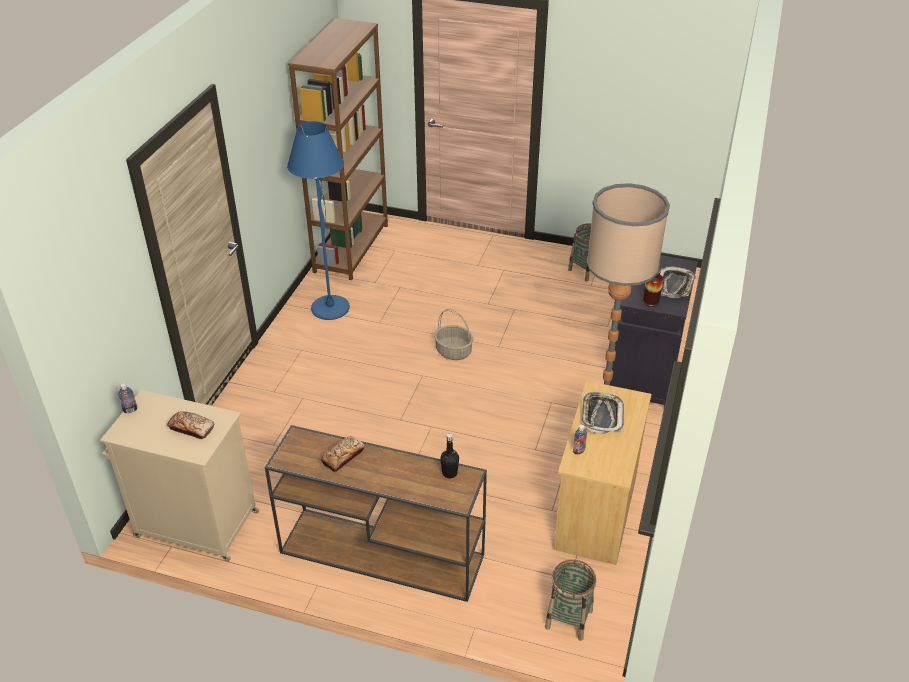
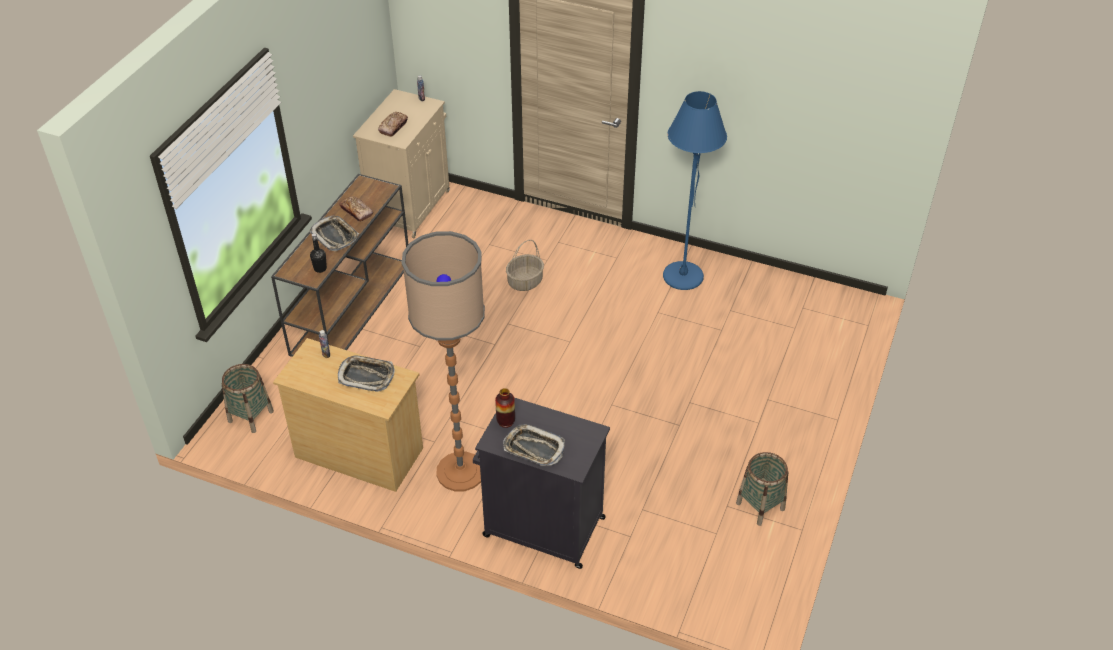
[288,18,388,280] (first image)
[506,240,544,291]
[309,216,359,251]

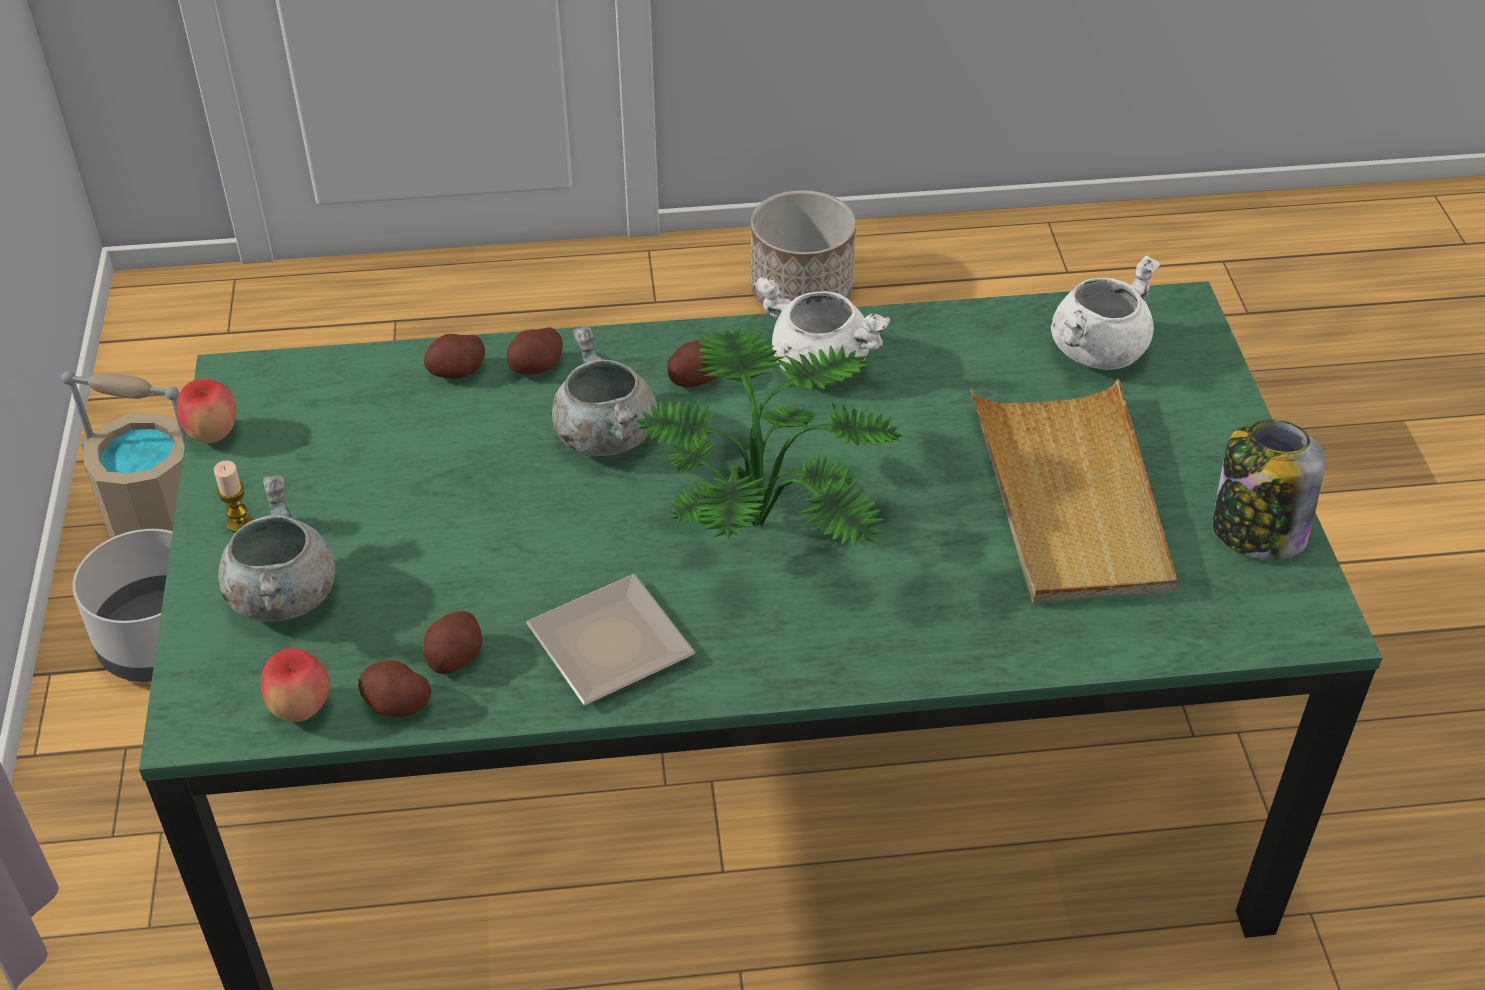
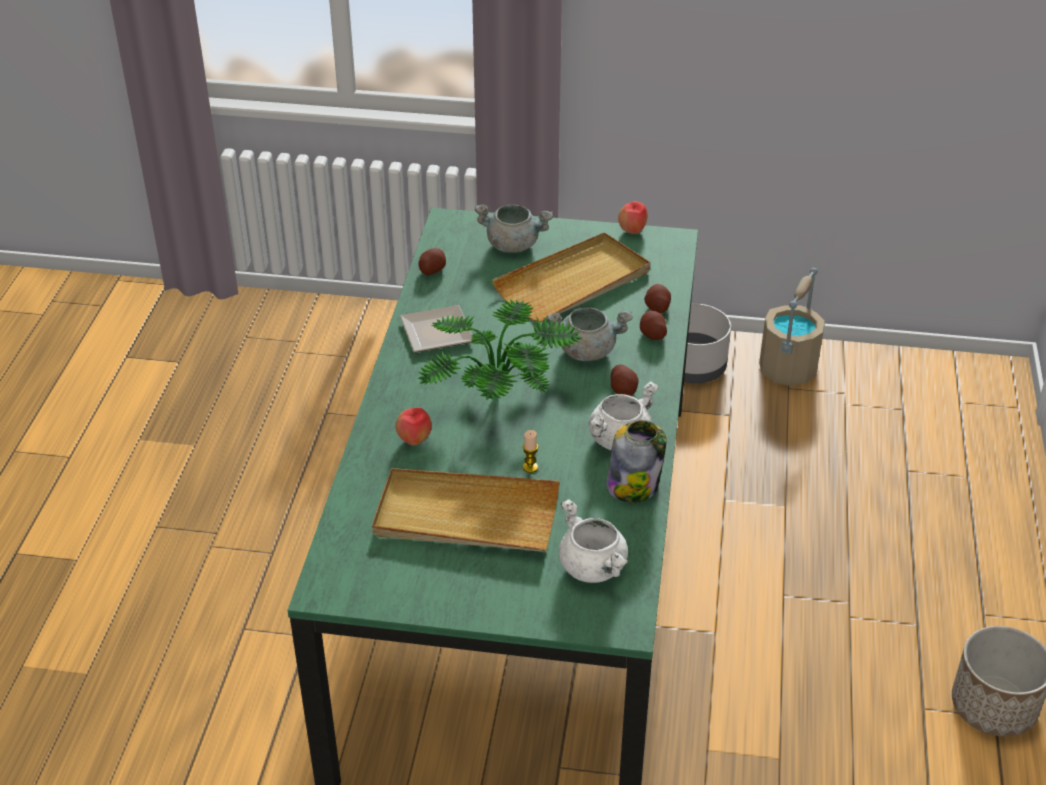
[523,430,538,473]
[395,408,432,446]
[423,611,482,674] (first image)
[606,420,667,503]
[492,232,650,322]

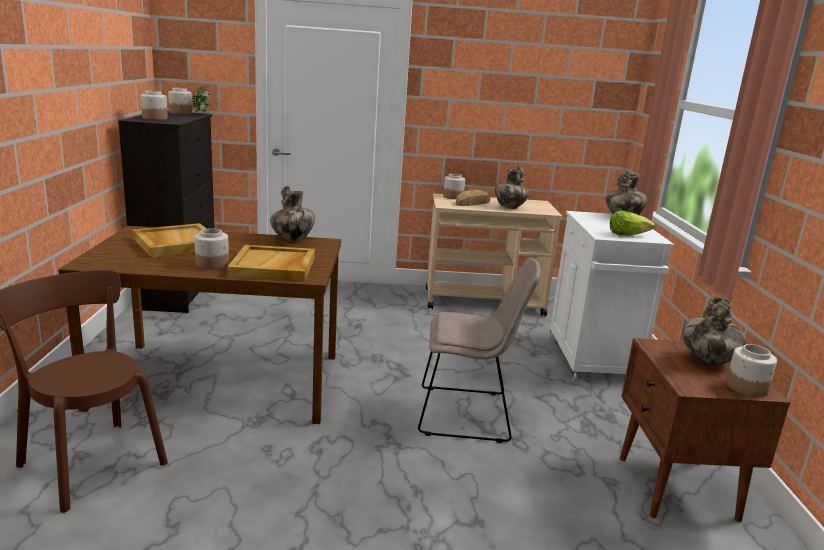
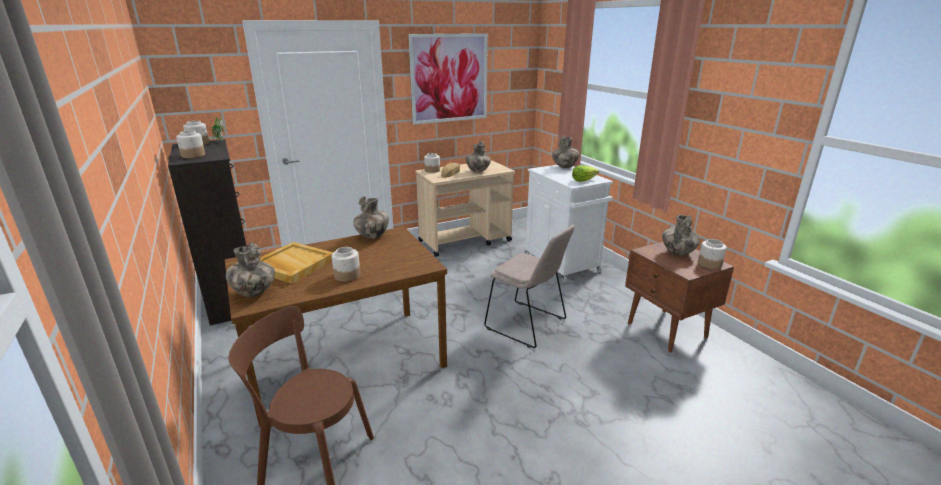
[227,245,315,282] (first image)
[484,224,575,348]
[226,242,275,297]
[408,33,488,125]

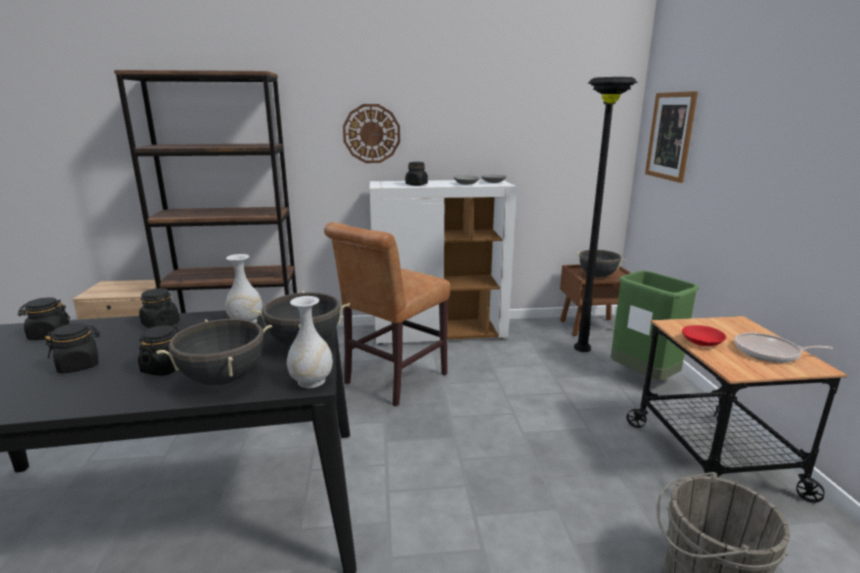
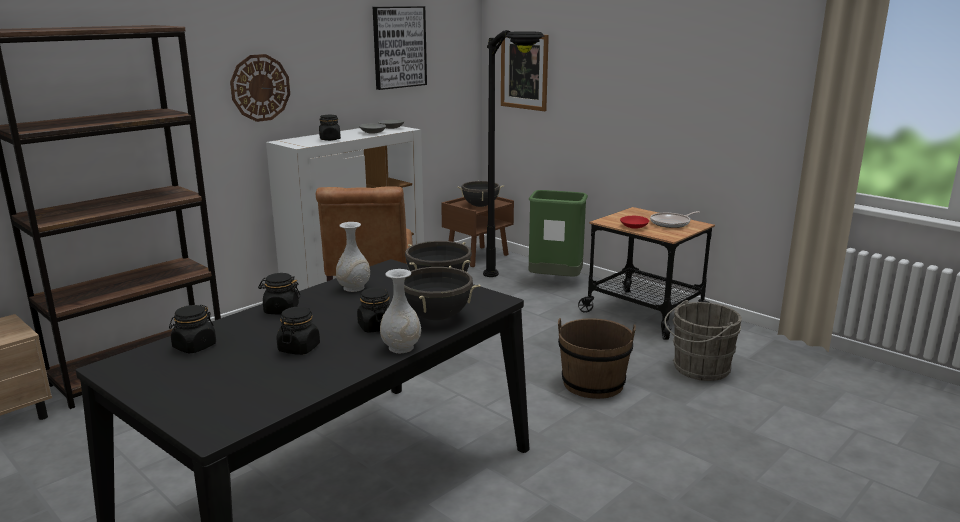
[380,269,421,353]
[373,6,427,90]
[558,318,636,399]

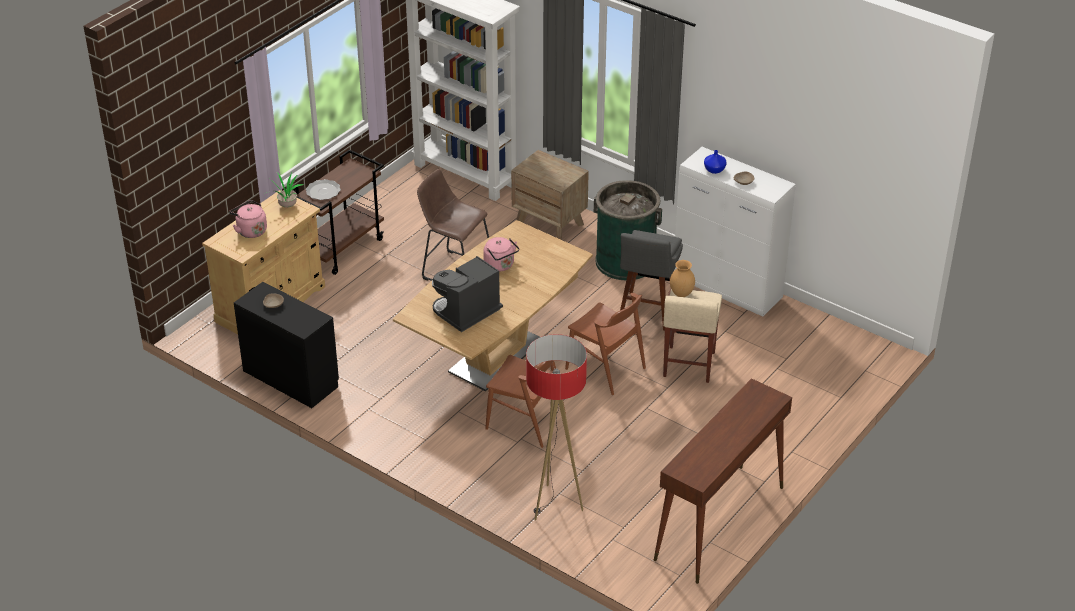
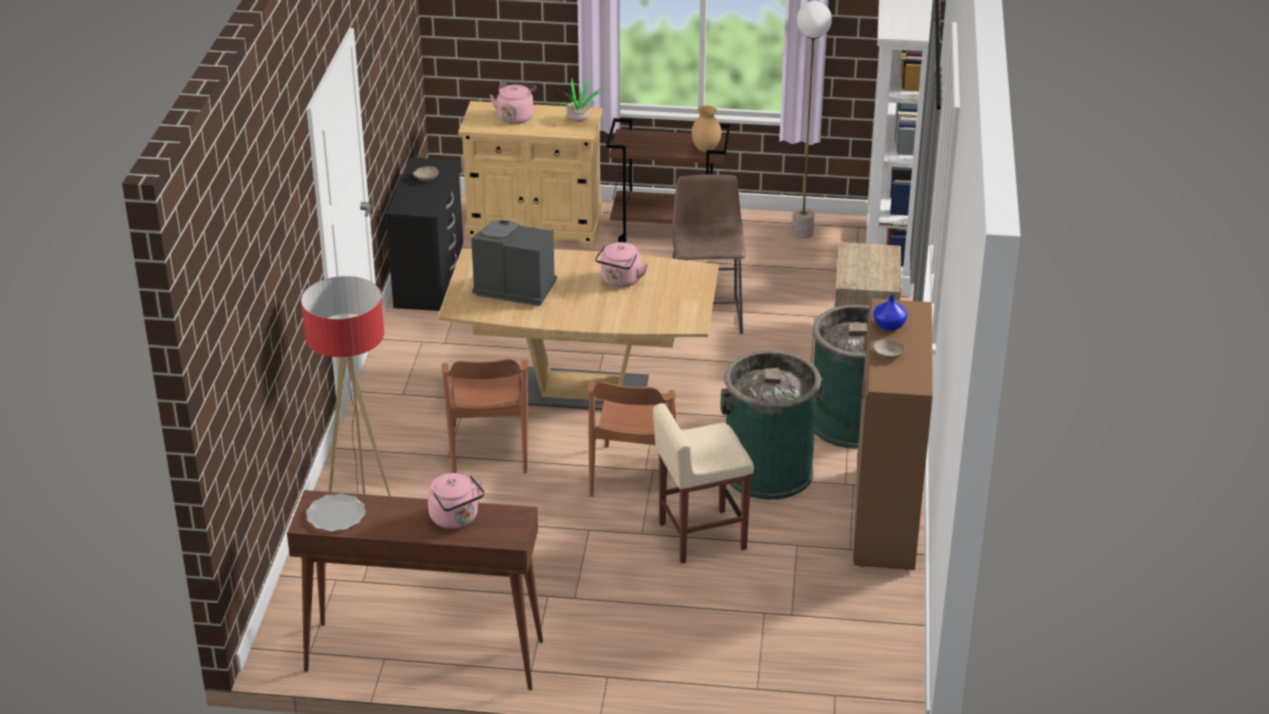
[306,493,366,532]
[720,350,823,500]
[692,106,721,152]
[853,299,933,570]
[428,473,485,529]
[792,1,832,239]

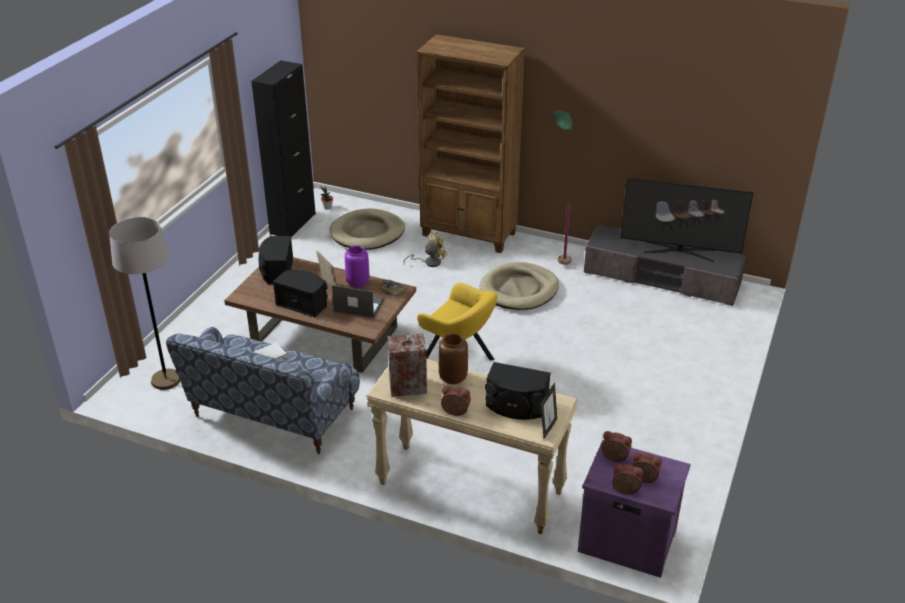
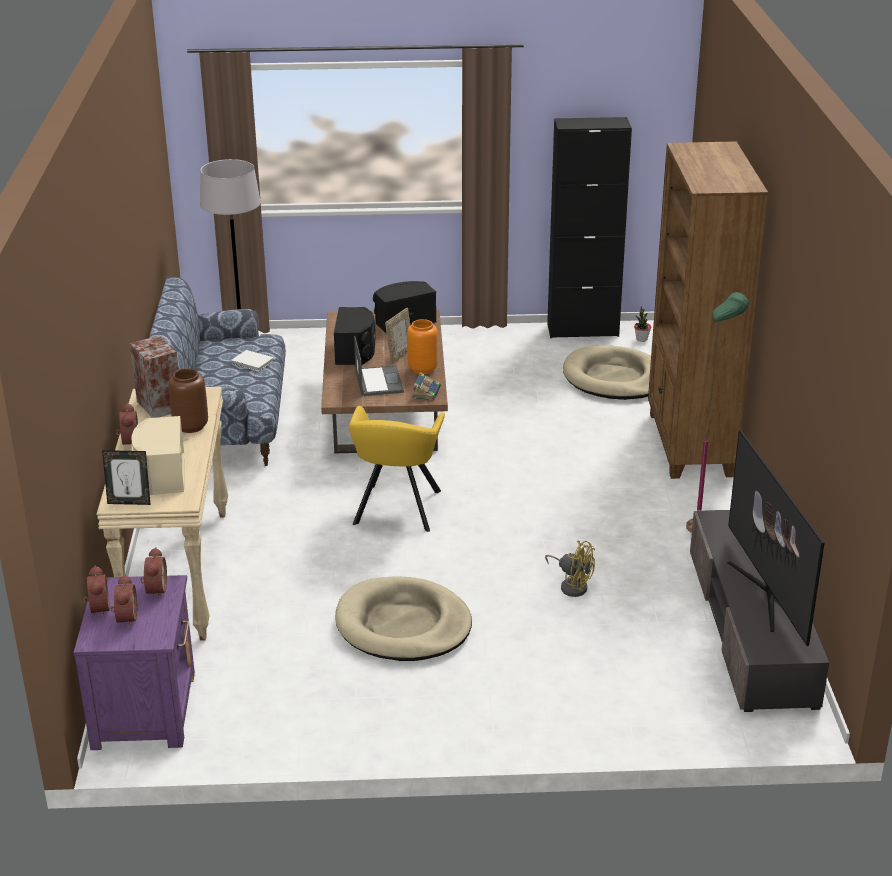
[407,319,438,374]
[545,541,595,597]
[335,576,472,661]
[131,416,184,495]

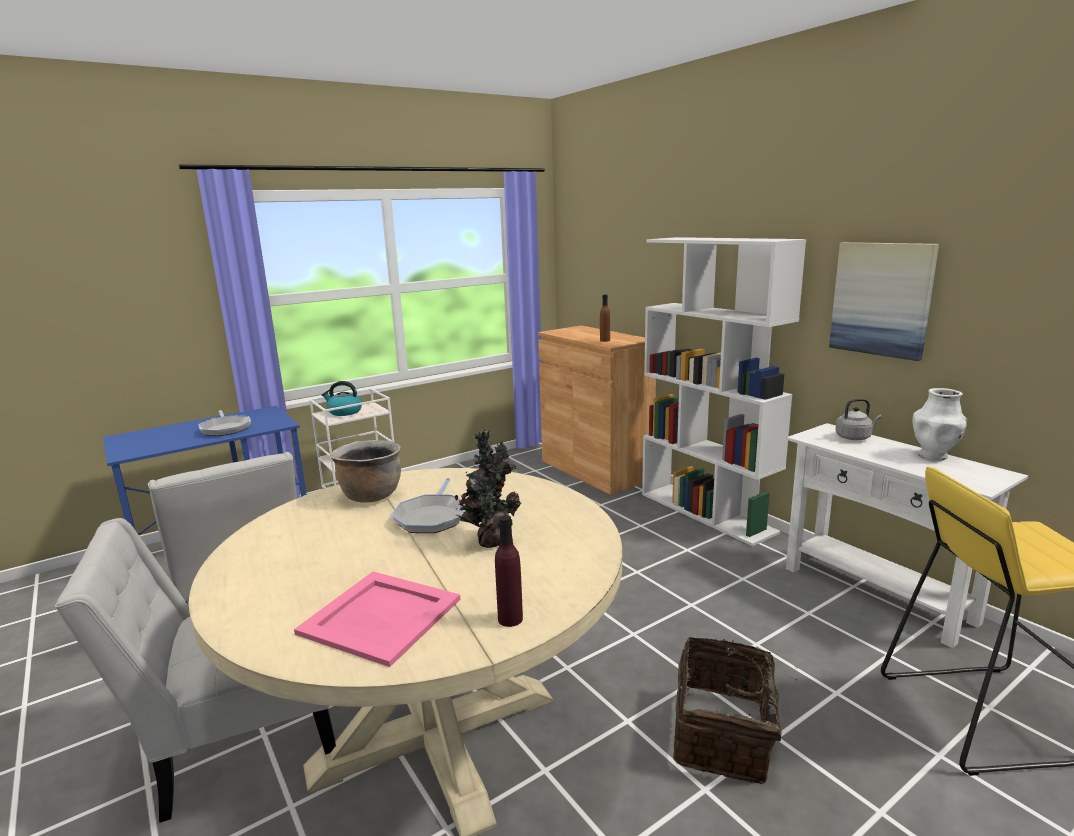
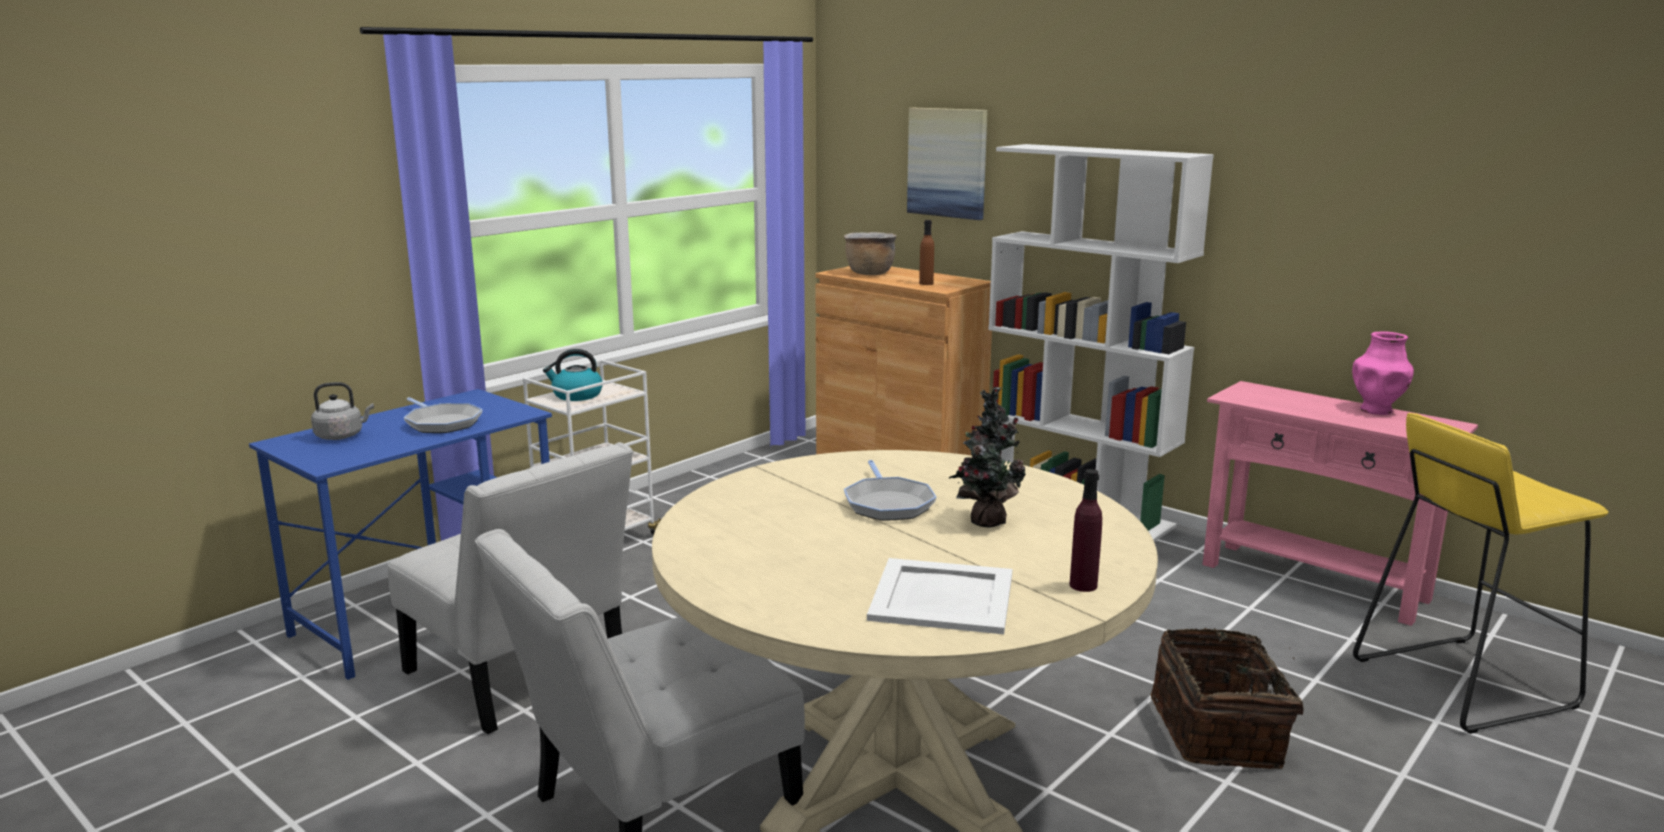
[867,558,1012,634]
[844,232,897,275]
[1203,381,1478,626]
[907,108,988,220]
[311,382,374,440]
[1352,332,1414,415]

